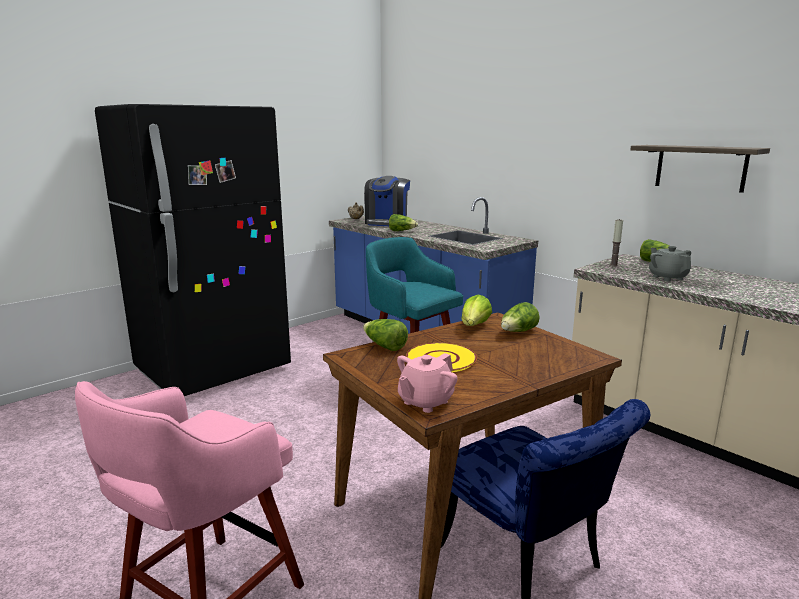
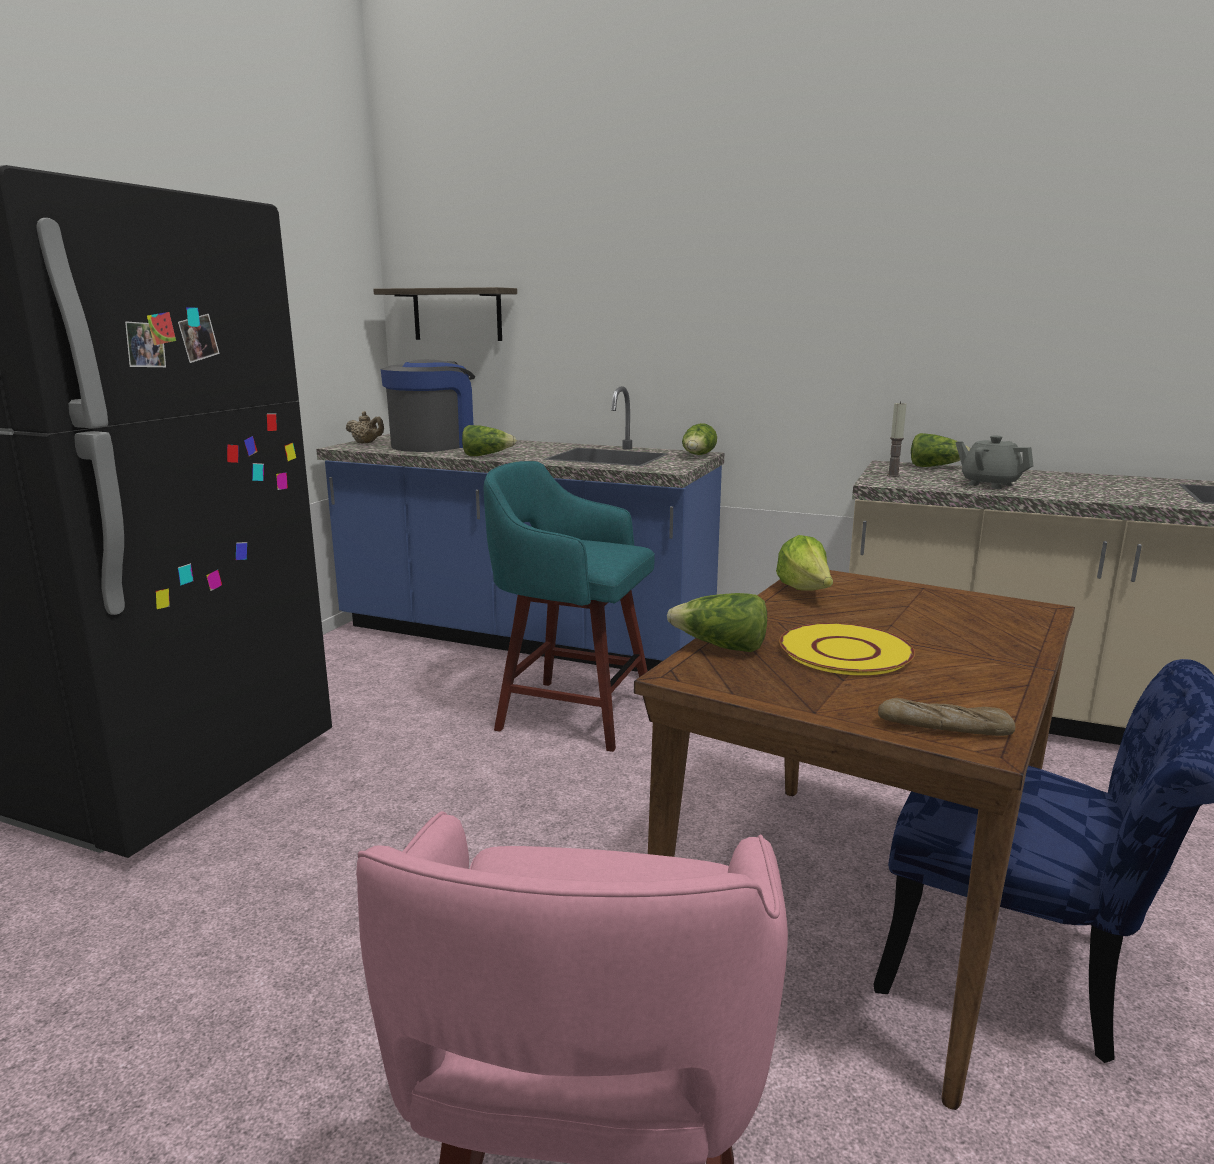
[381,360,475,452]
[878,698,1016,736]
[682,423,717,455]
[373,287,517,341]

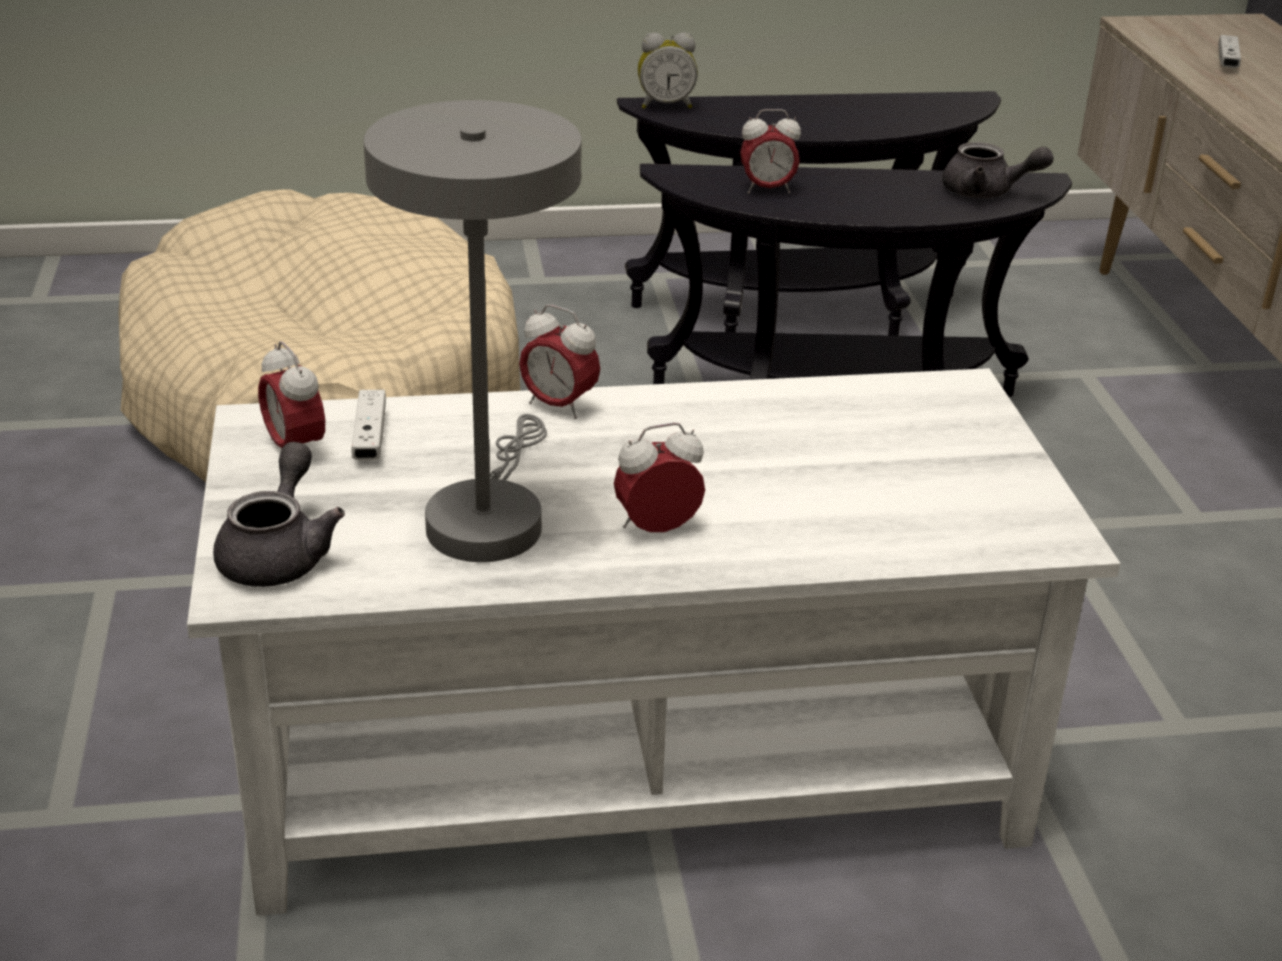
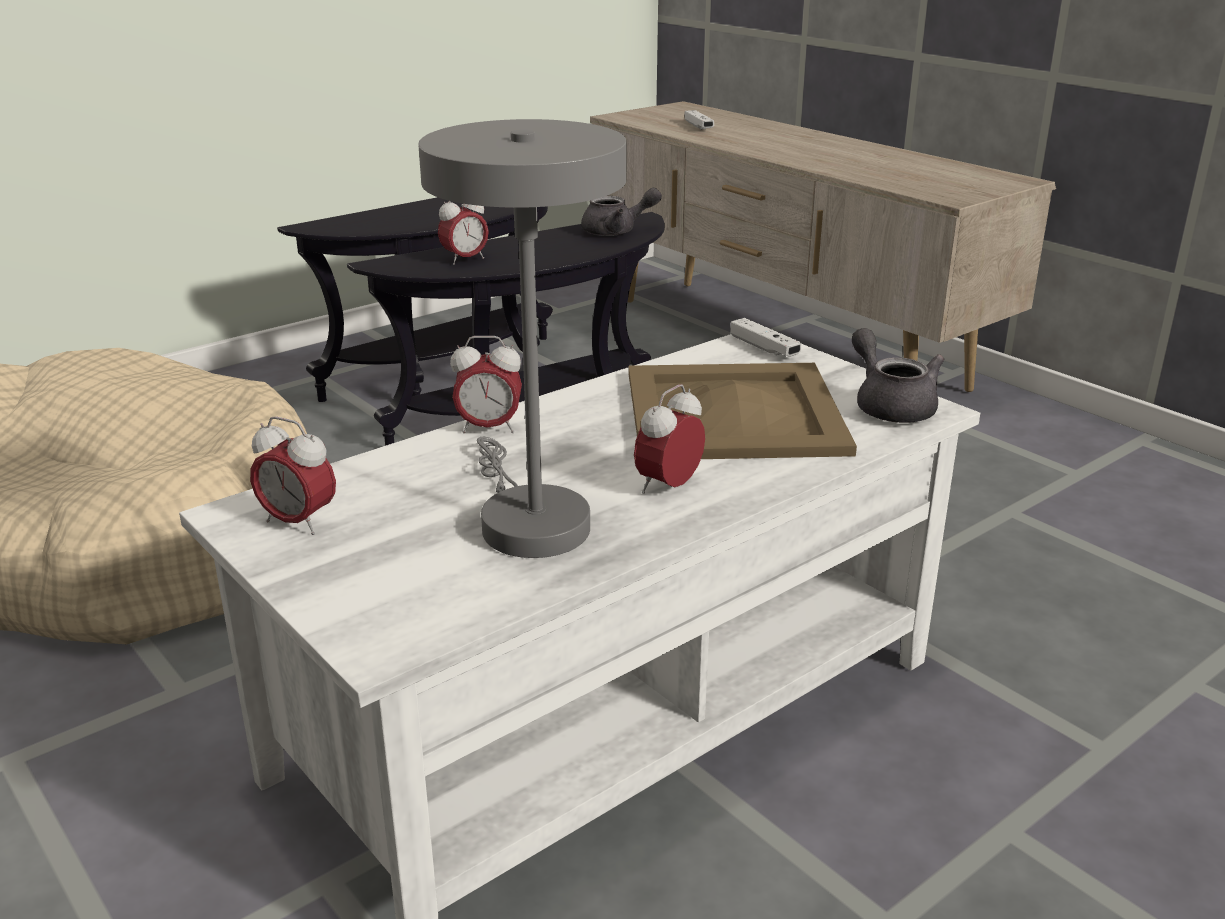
[852,328,944,423]
[730,318,801,357]
[638,33,698,109] (first image)
[629,363,857,459]

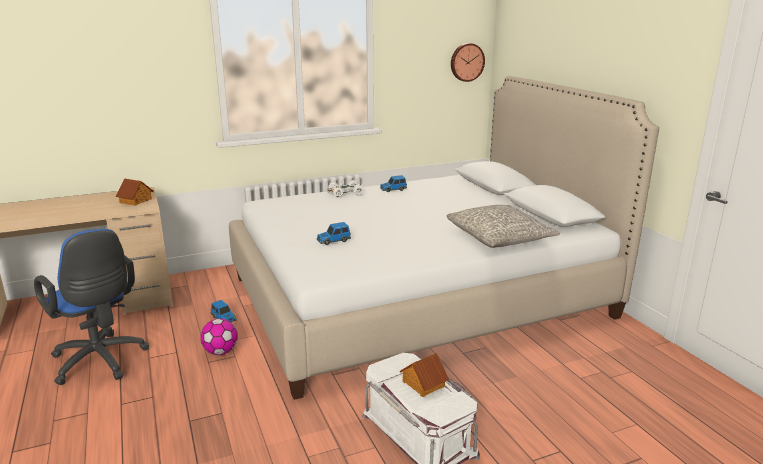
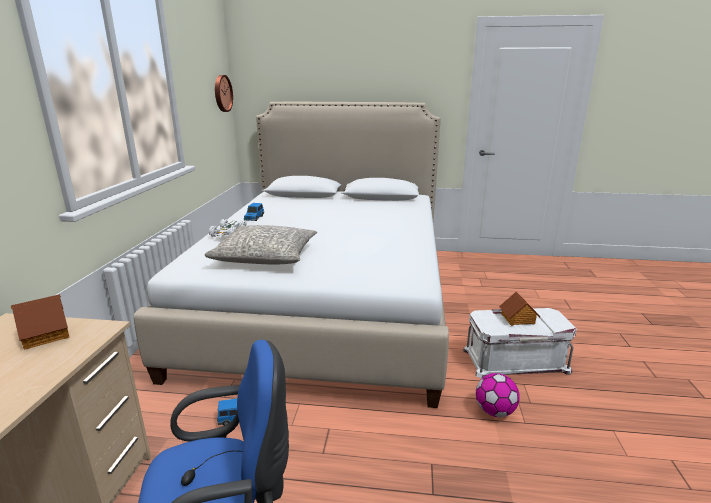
[476,373,520,417]
[317,222,351,245] (first image)
[204,225,317,265]

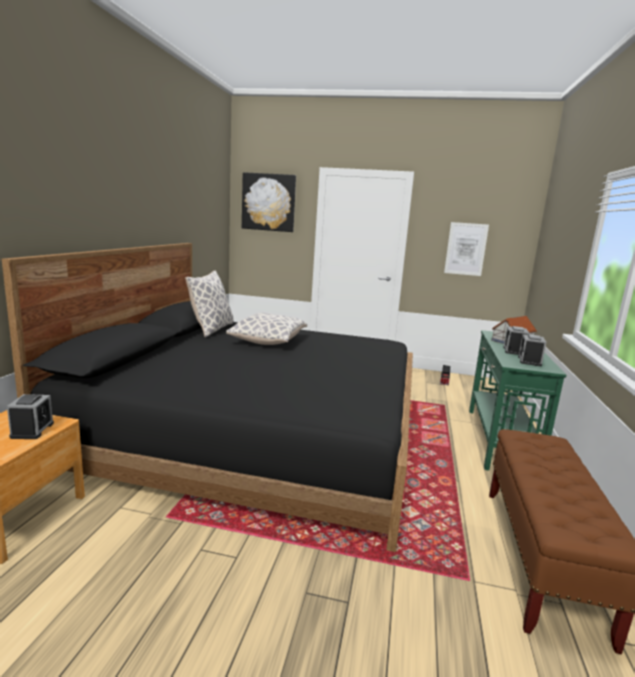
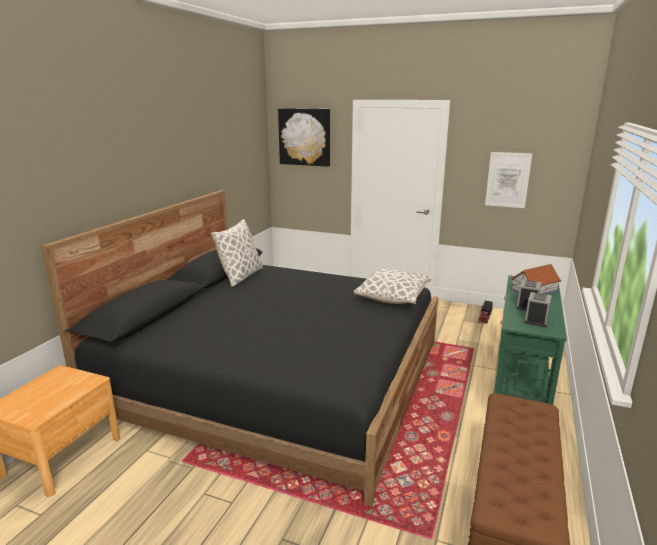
[7,394,54,439] (first image)
[354,269,431,304]

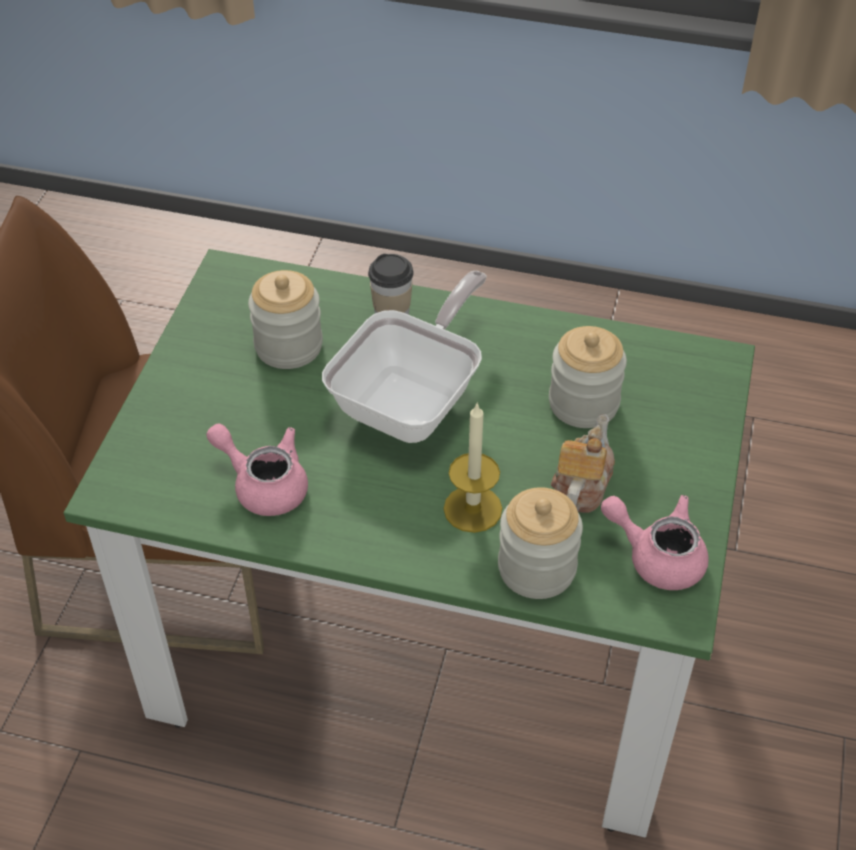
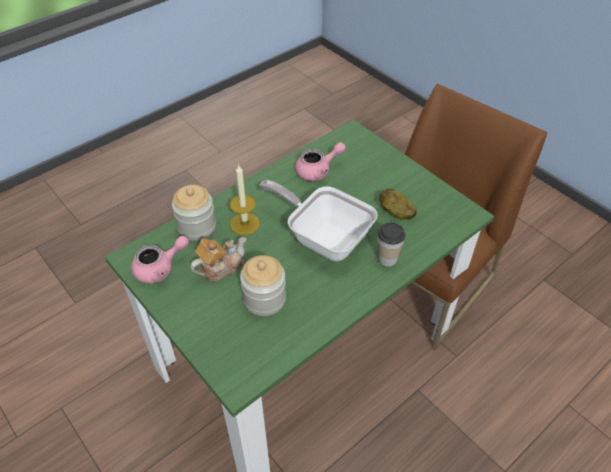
[379,189,417,219]
[260,180,378,261]
[190,237,246,281]

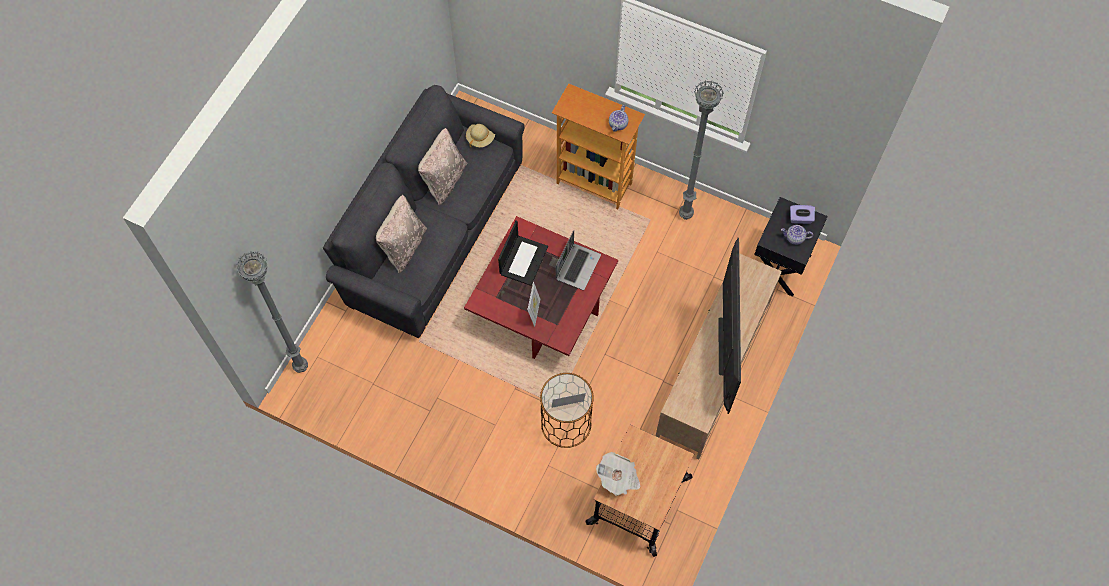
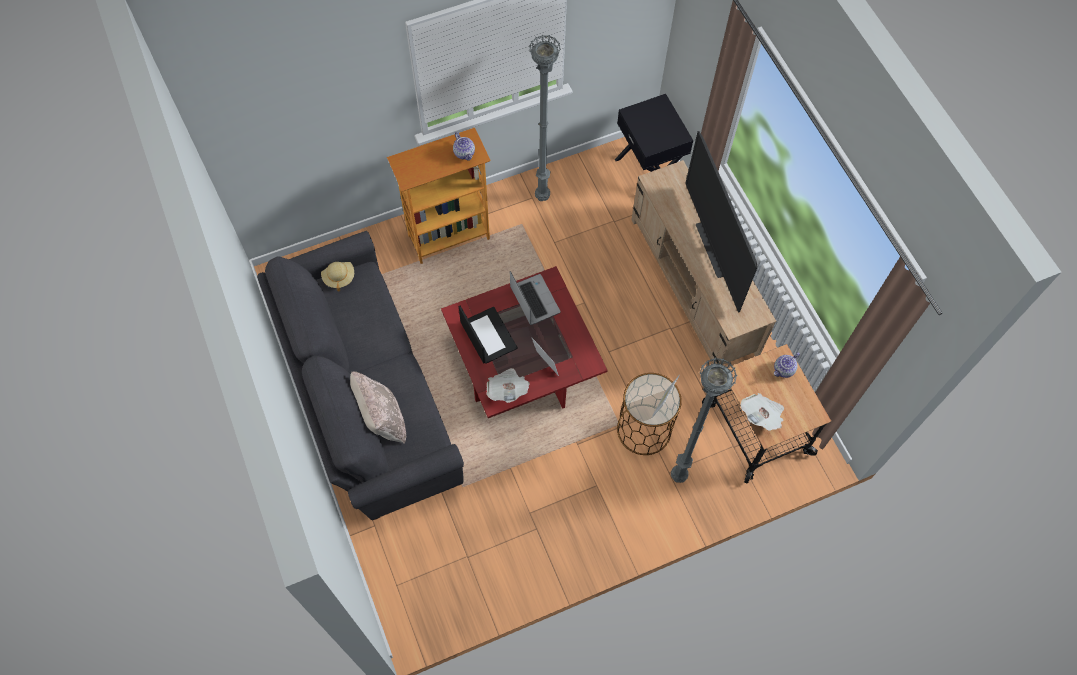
[671,357,738,483]
[418,128,468,205] (first image)
[686,131,758,312]
[774,353,800,378]
[790,205,815,224] (first image)
[486,368,530,403]

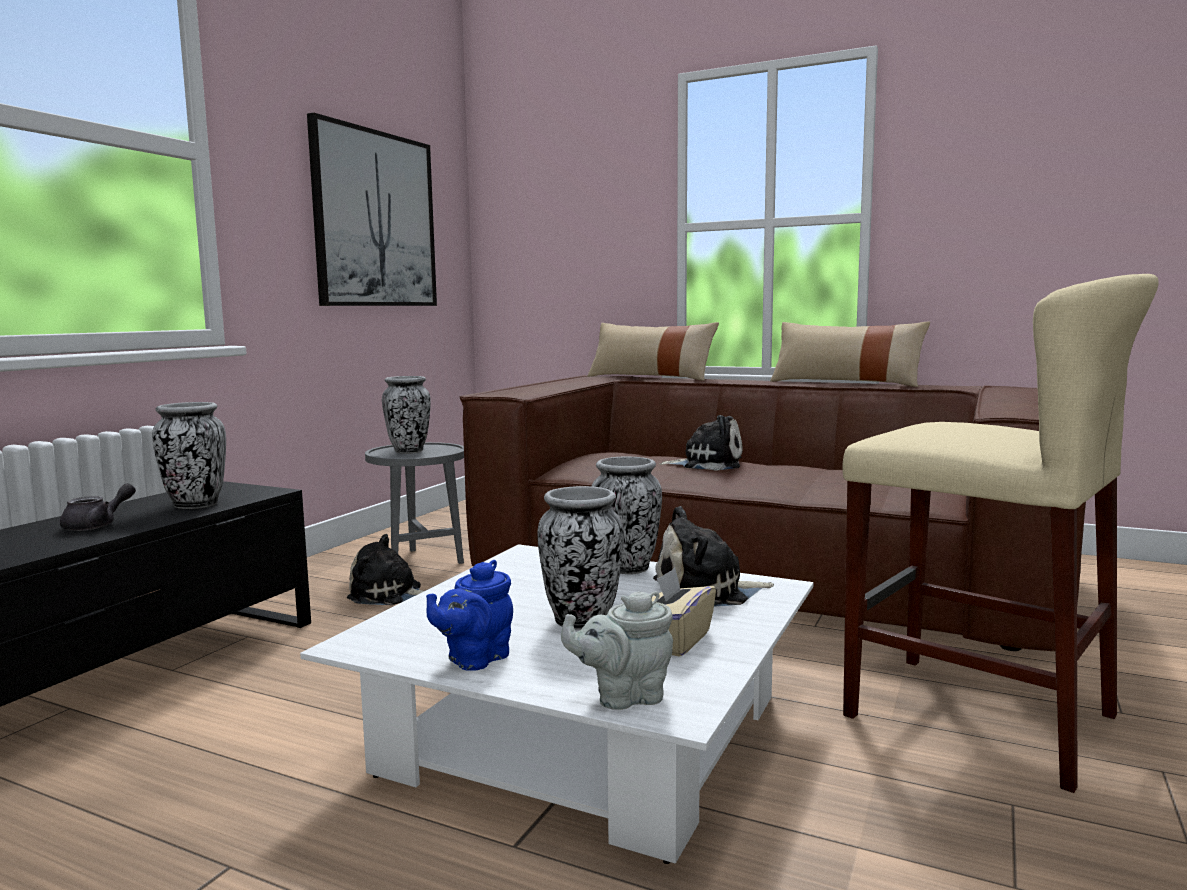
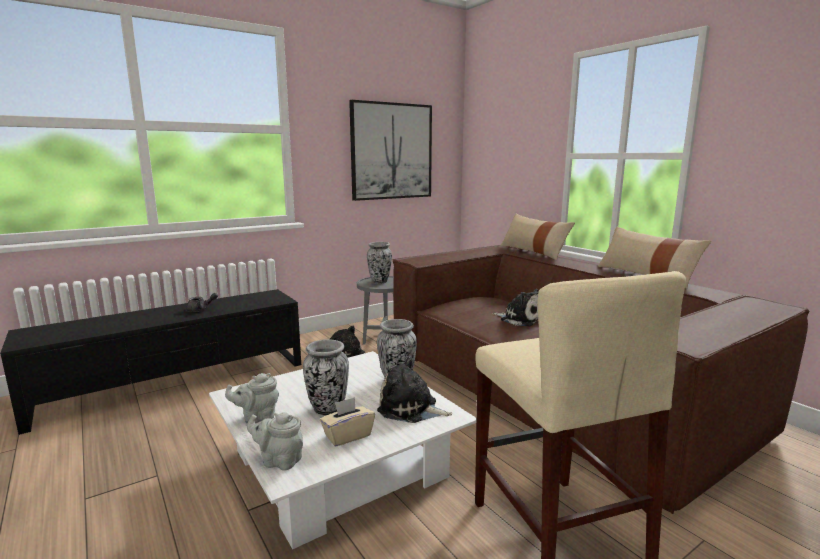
[152,402,226,509] (first image)
[225,373,279,424]

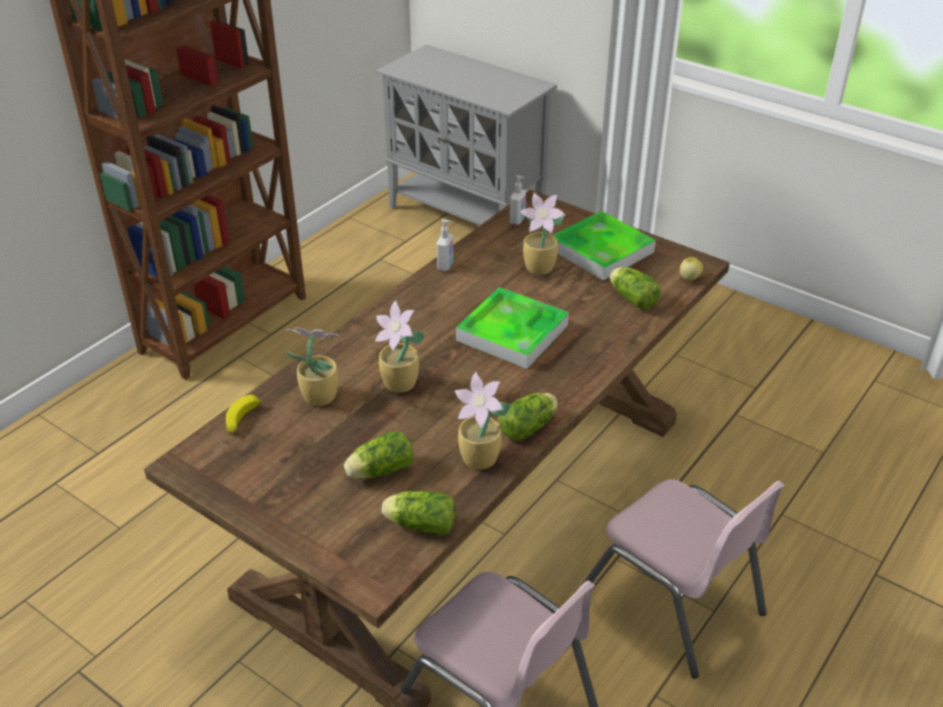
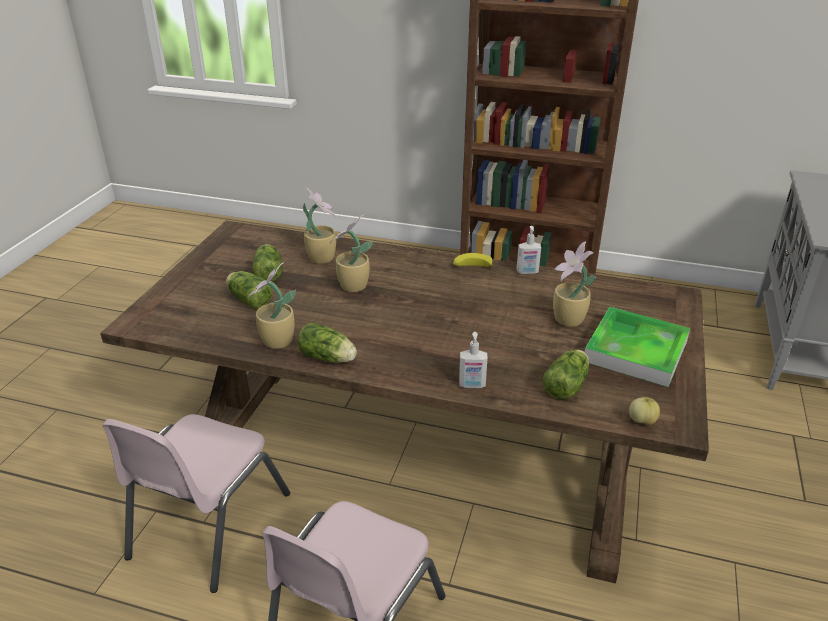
[452,253,493,267]
[252,244,283,282]
[456,287,569,369] (first image)
[459,332,488,388]

